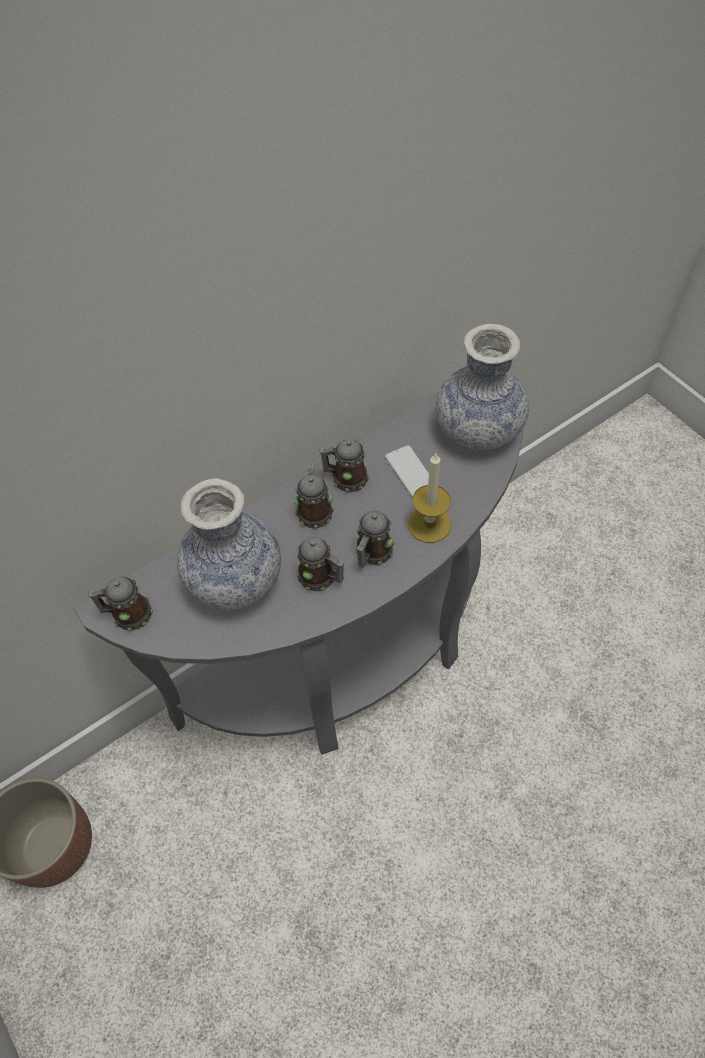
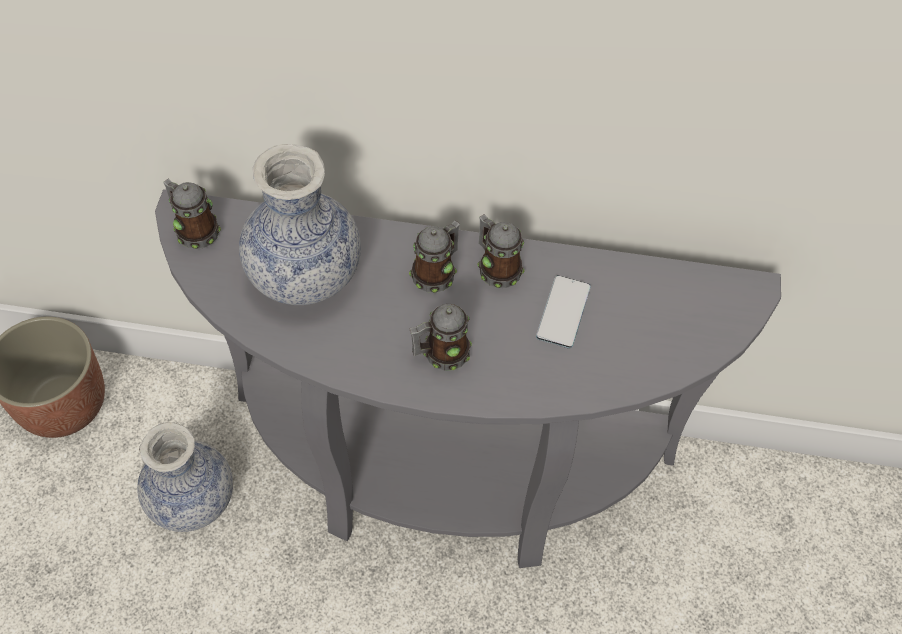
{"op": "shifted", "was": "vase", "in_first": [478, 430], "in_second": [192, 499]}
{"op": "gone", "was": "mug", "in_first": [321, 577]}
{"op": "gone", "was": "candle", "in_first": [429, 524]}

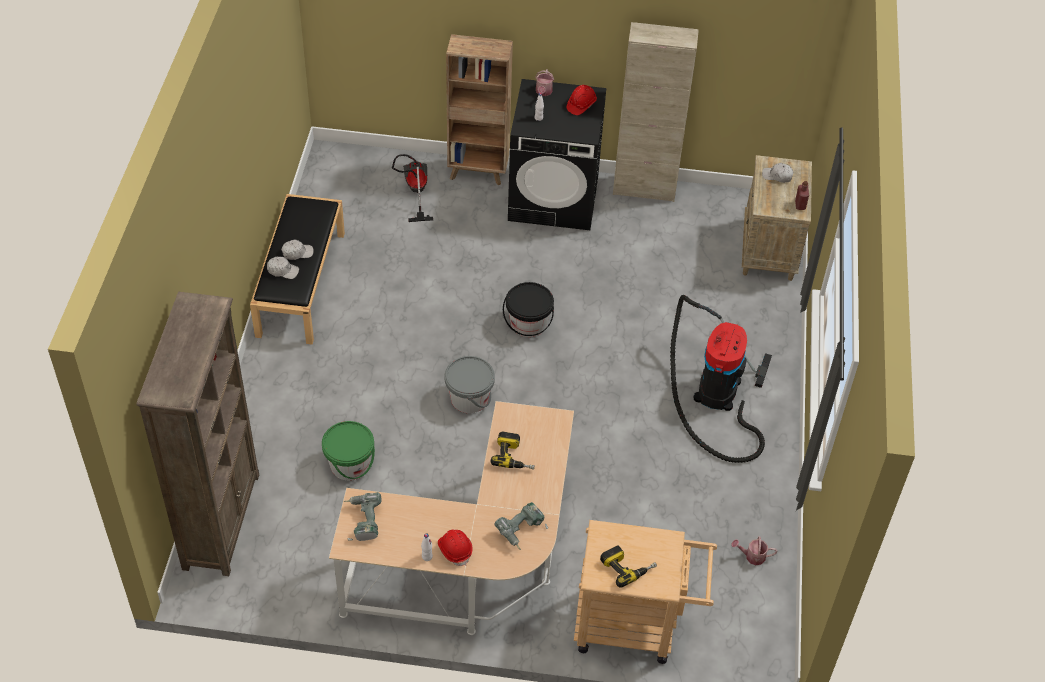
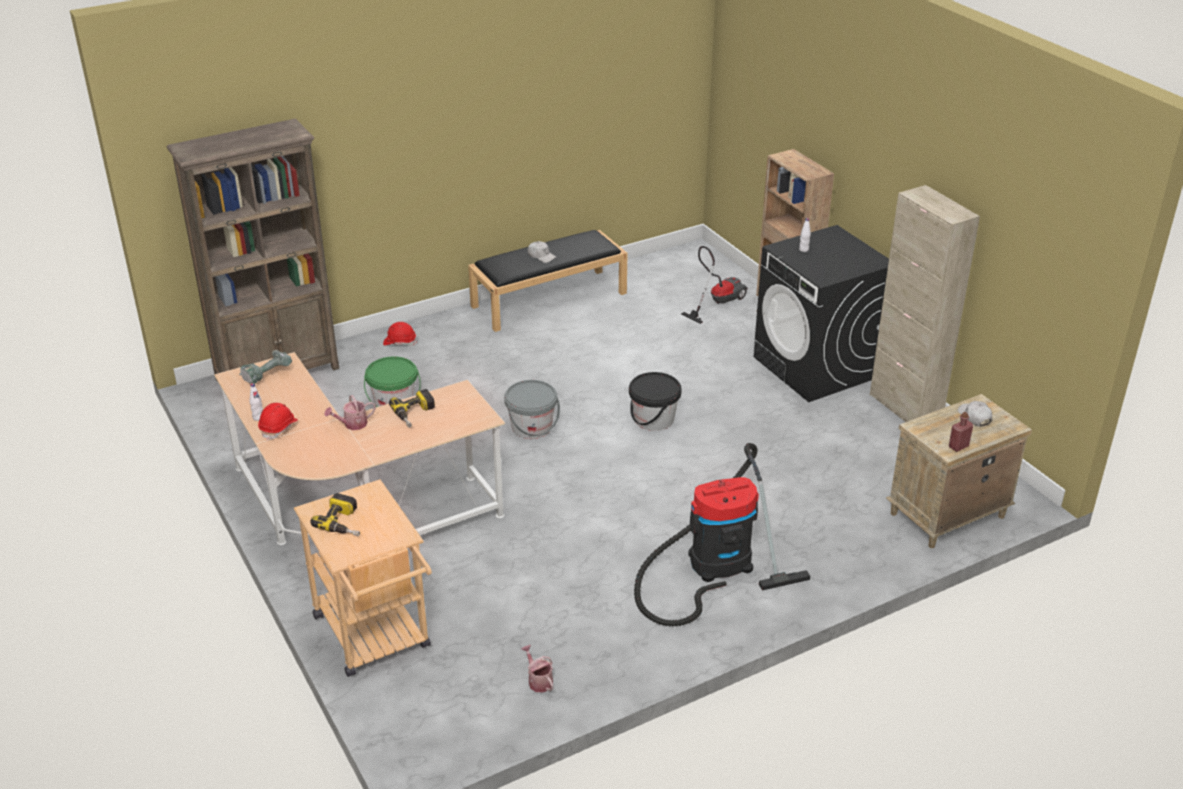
{"op": "shifted", "was": "watering can", "in_first": [543, 92], "in_second": [352, 424]}
{"op": "shifted", "was": "red hard hat", "in_first": [581, 105], "in_second": [400, 342]}
{"op": "gone", "was": "white cap", "in_first": [283, 271]}
{"op": "gone", "was": "power drill", "in_first": [522, 531]}

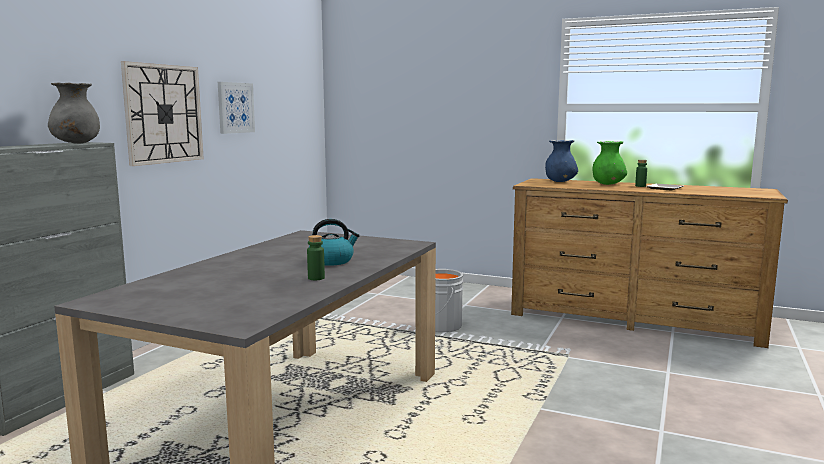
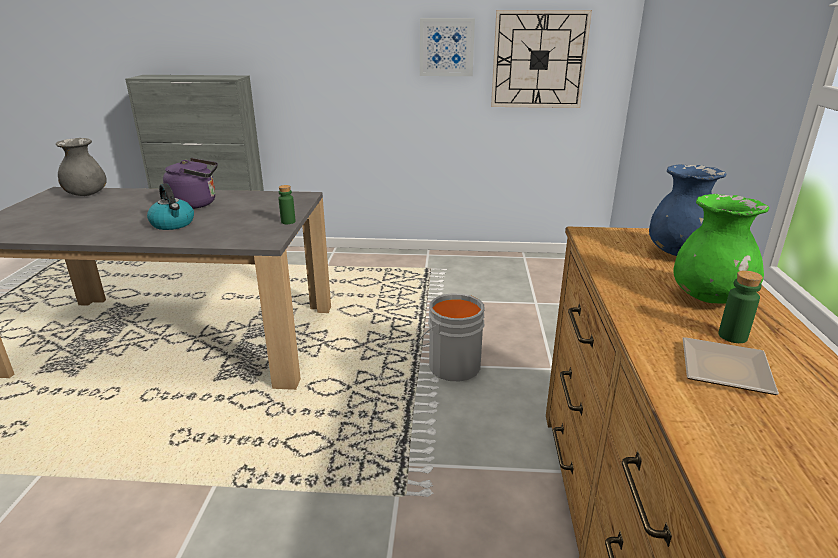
{"op": "shifted", "was": "grey vase", "in_first": [76, 143], "in_second": [86, 194]}
{"op": "new", "now": "purple kettle", "in_second": [197, 204]}
{"op": "shifted", "was": "green bottle", "in_first": [316, 278], "in_second": [288, 222]}
{"op": "shifted", "was": "wall clock", "in_first": [163, 114], "in_second": [539, 60]}

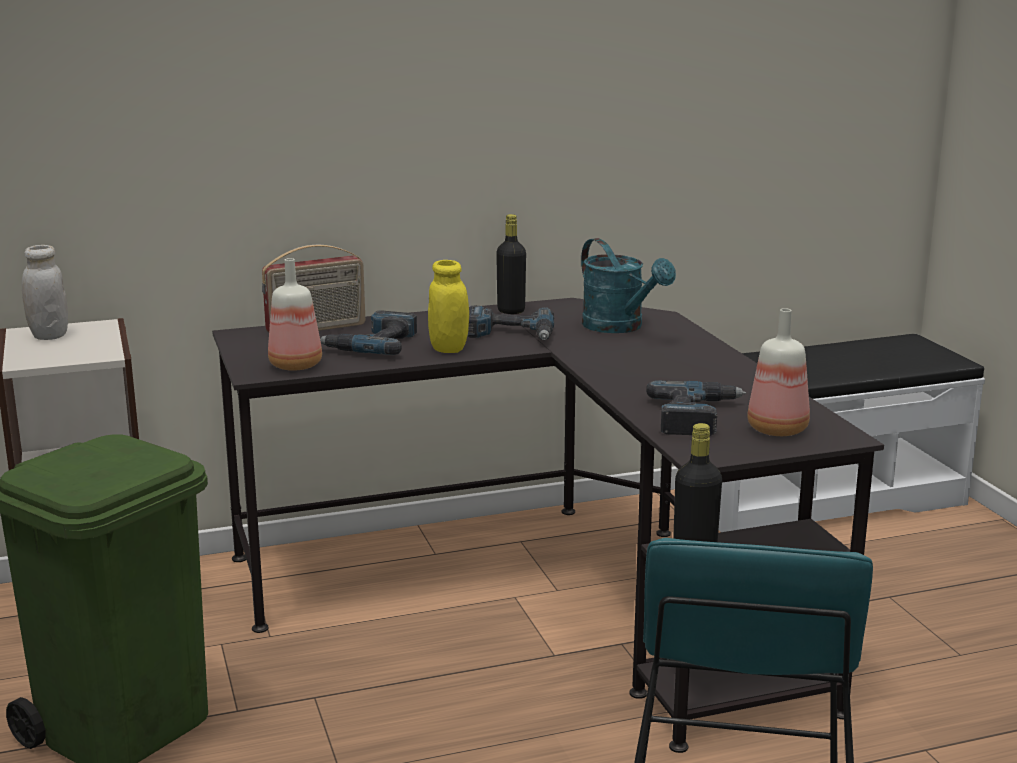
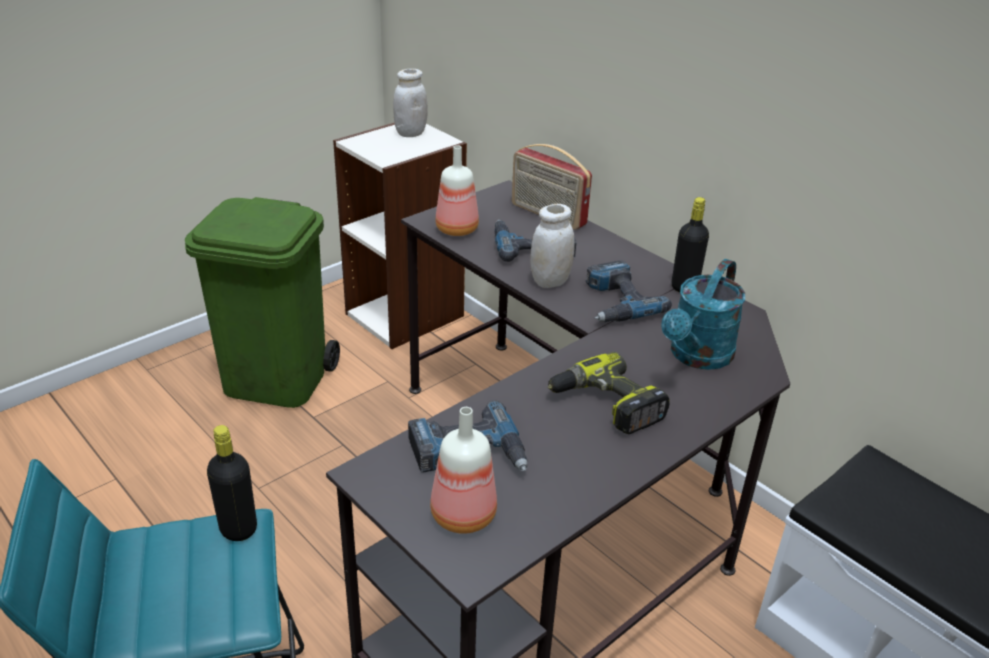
{"op": "repainted", "was": "yellow jar", "now": "white jar", "in_first": [448, 348], "in_second": [550, 281]}
{"op": "new", "now": "power drill", "in_second": [605, 405]}

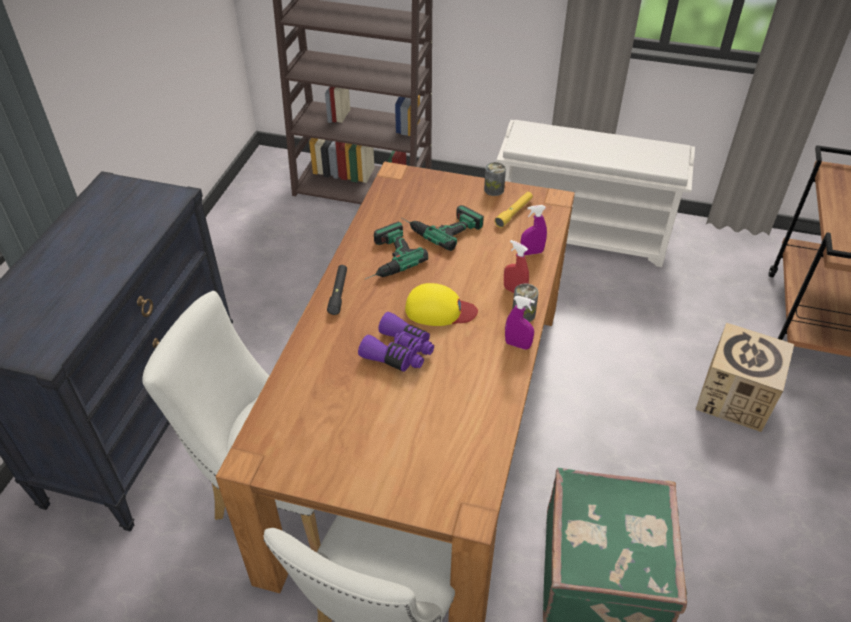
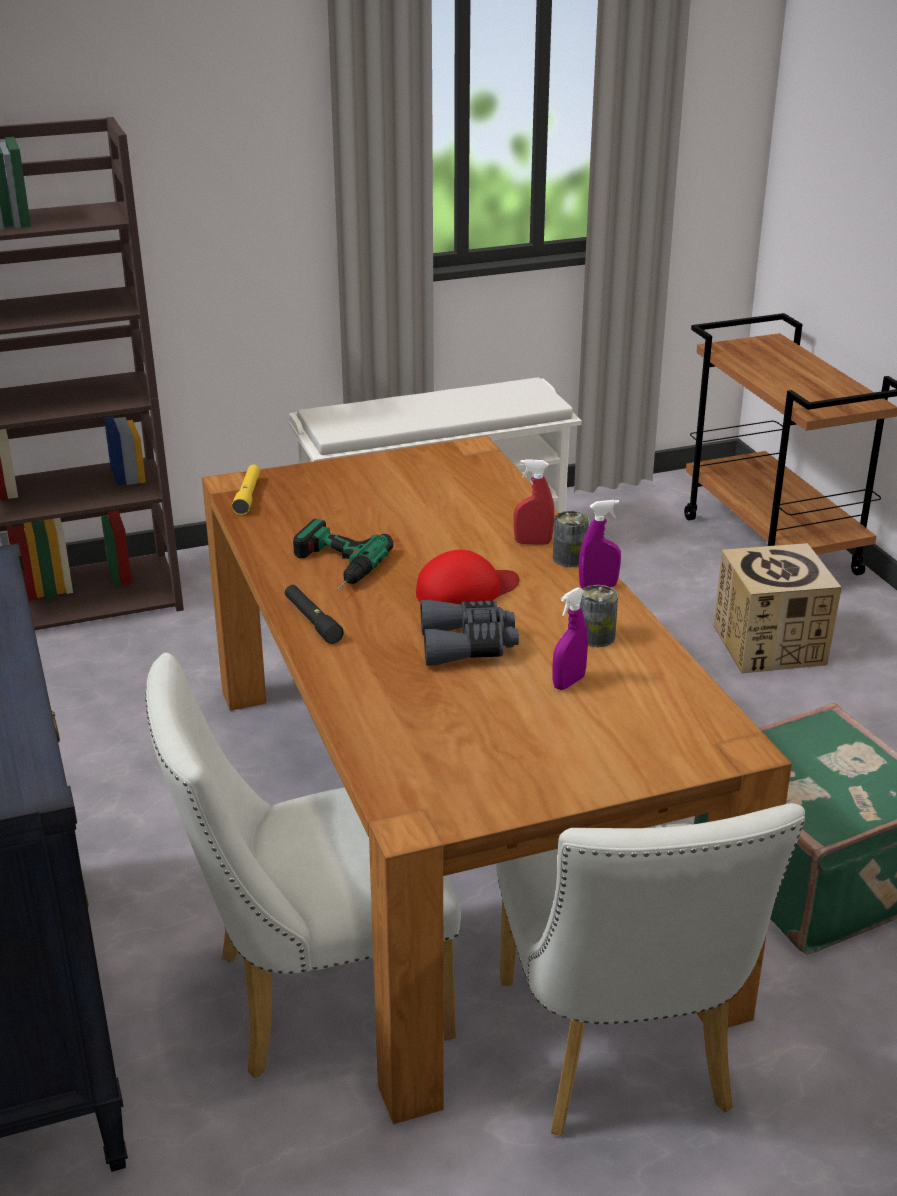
{"op": "shifted", "was": "yellow flashlight", "in_first": [514, 213], "in_second": [248, 495]}
{"op": "repainted", "was": "yellow cap", "now": "red cap", "in_first": [439, 310], "in_second": [466, 590]}
{"op": "repainted", "was": "purple binoculars", "now": "grey binoculars", "in_first": [399, 352], "in_second": [468, 645]}
{"op": "shifted", "was": "purple spray bottle", "in_first": [531, 252], "in_second": [568, 682]}
{"op": "shifted", "was": "can", "in_first": [494, 190], "in_second": [596, 637]}
{"op": "gone", "was": "power drill", "in_first": [440, 226]}

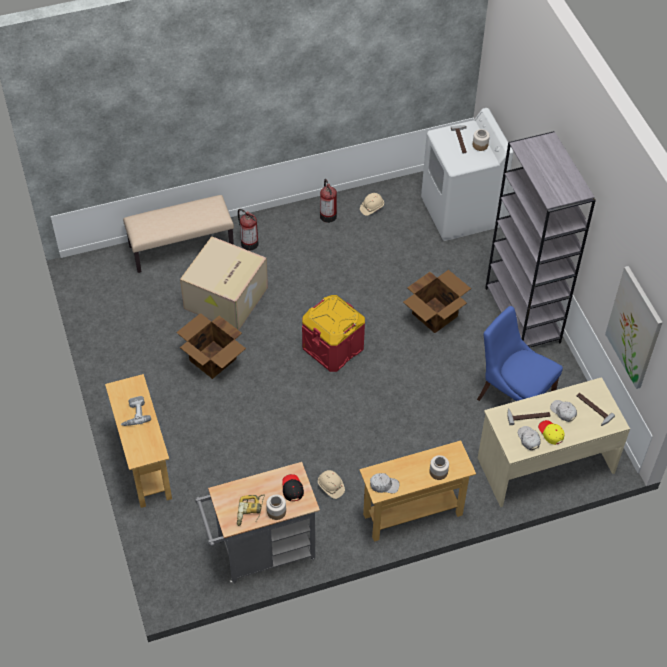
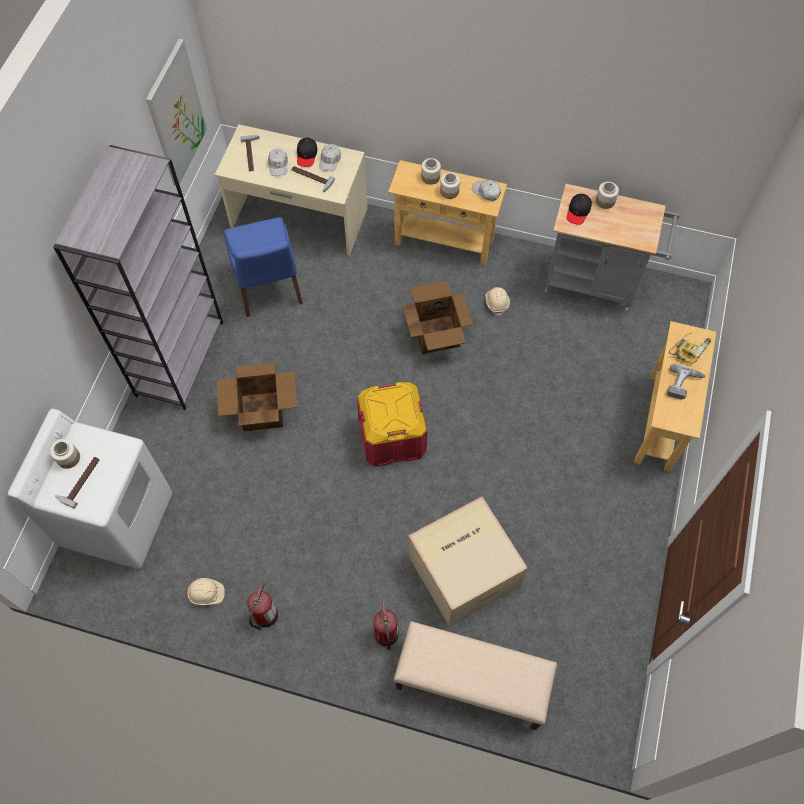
{"op": "repainted", "was": "yellow cap", "now": "black cap", "in_first": [550, 433], "in_second": [307, 155]}
{"op": "shifted", "was": "cardboard box", "in_first": [213, 360], "in_second": [436, 334]}
{"op": "new", "now": "jar", "in_second": [449, 191]}
{"op": "shifted", "was": "power drill", "in_first": [250, 512], "in_second": [689, 349]}

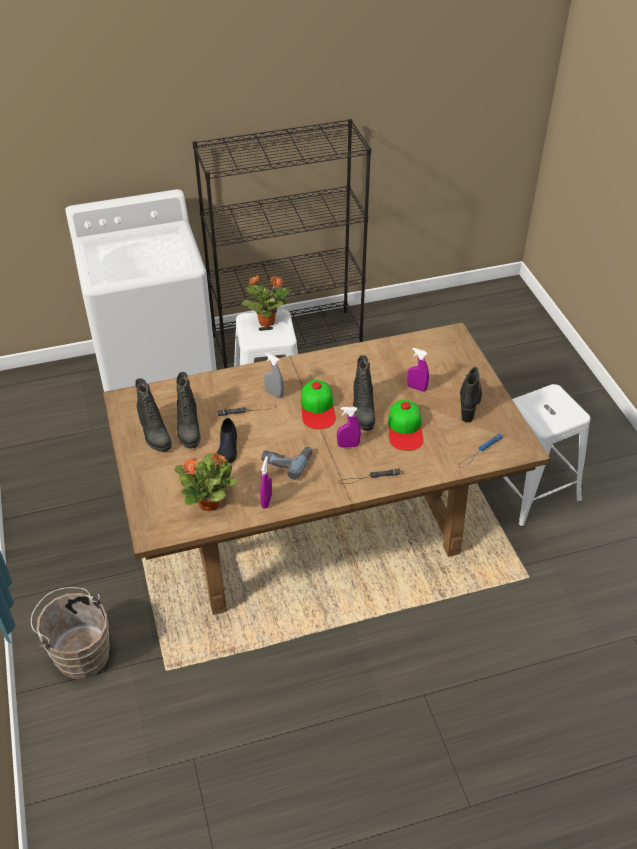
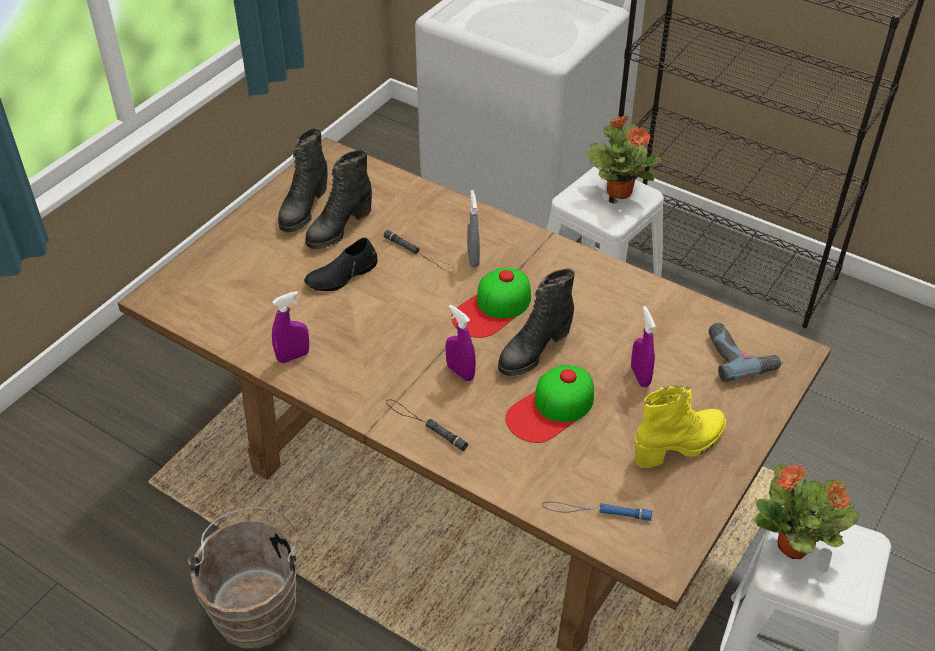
{"op": "shifted", "was": "brown bucket", "in_first": [80, 652], "in_second": [257, 607]}
{"op": "repainted", "was": "black boot", "now": "yellow boot", "in_first": [469, 402], "in_second": [680, 446]}
{"op": "shifted", "was": "power drill", "in_first": [286, 460], "in_second": [739, 356]}
{"op": "shifted", "was": "potted plant", "in_first": [210, 503], "in_second": [795, 546]}

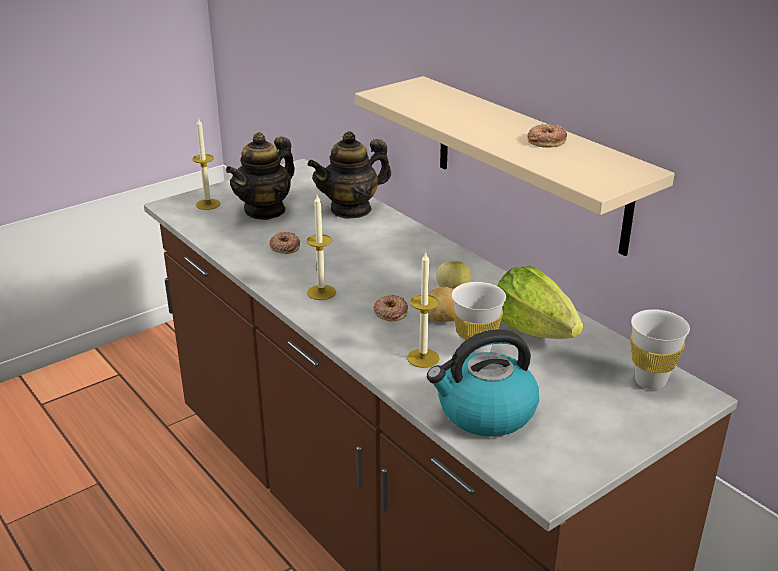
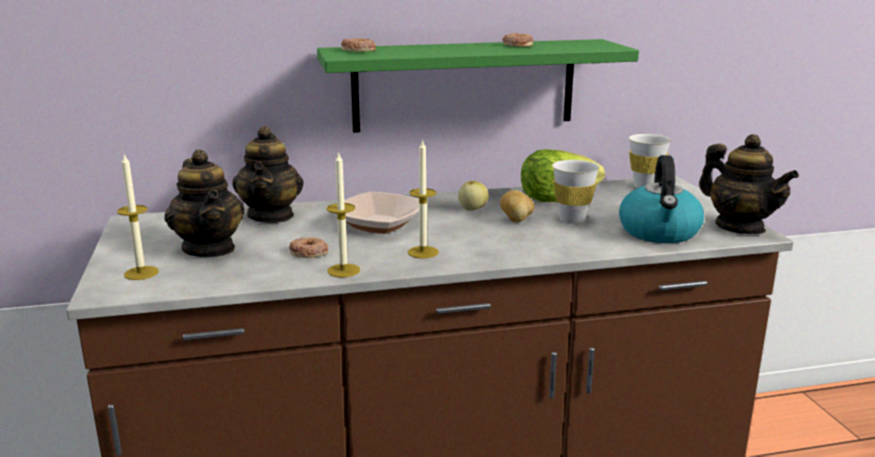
{"op": "repainted", "was": "beige shelf", "now": "green shelf", "in_first": [529, 163], "in_second": [464, 85]}
{"op": "shifted", "was": "candle", "in_first": [423, 358], "in_second": [343, 270]}
{"op": "new", "now": "bowl", "in_second": [379, 224]}
{"op": "shifted", "was": "donut", "in_first": [390, 312], "in_second": [358, 50]}
{"op": "new", "now": "teapot", "in_second": [739, 227]}

